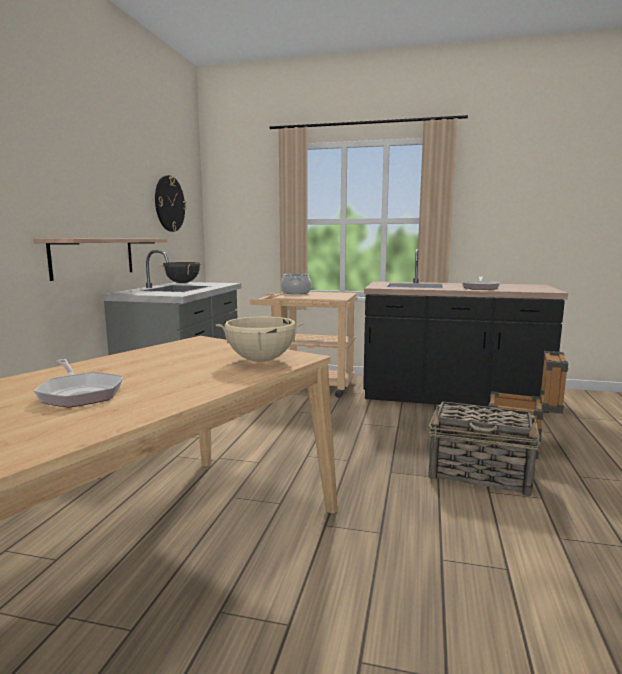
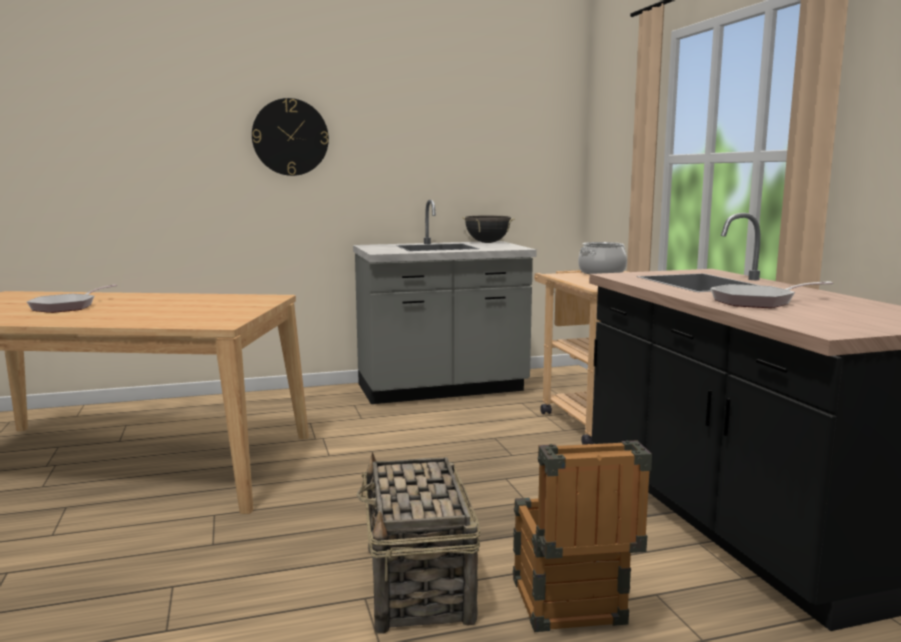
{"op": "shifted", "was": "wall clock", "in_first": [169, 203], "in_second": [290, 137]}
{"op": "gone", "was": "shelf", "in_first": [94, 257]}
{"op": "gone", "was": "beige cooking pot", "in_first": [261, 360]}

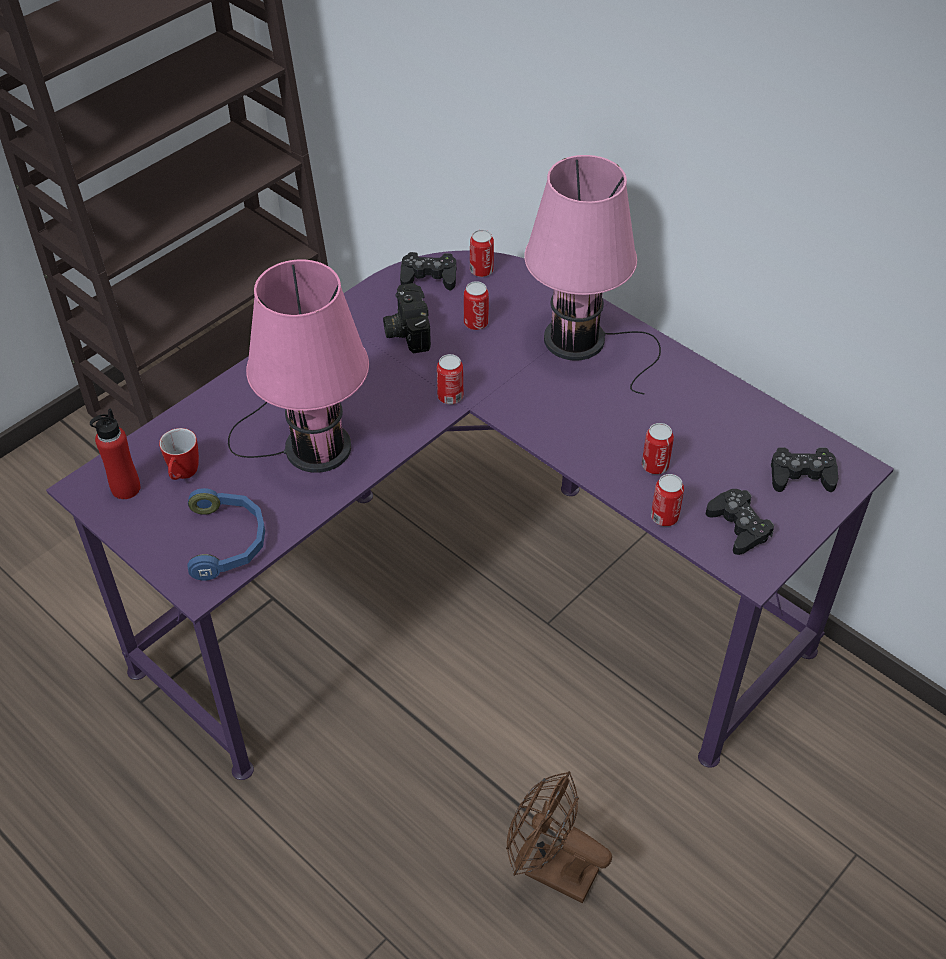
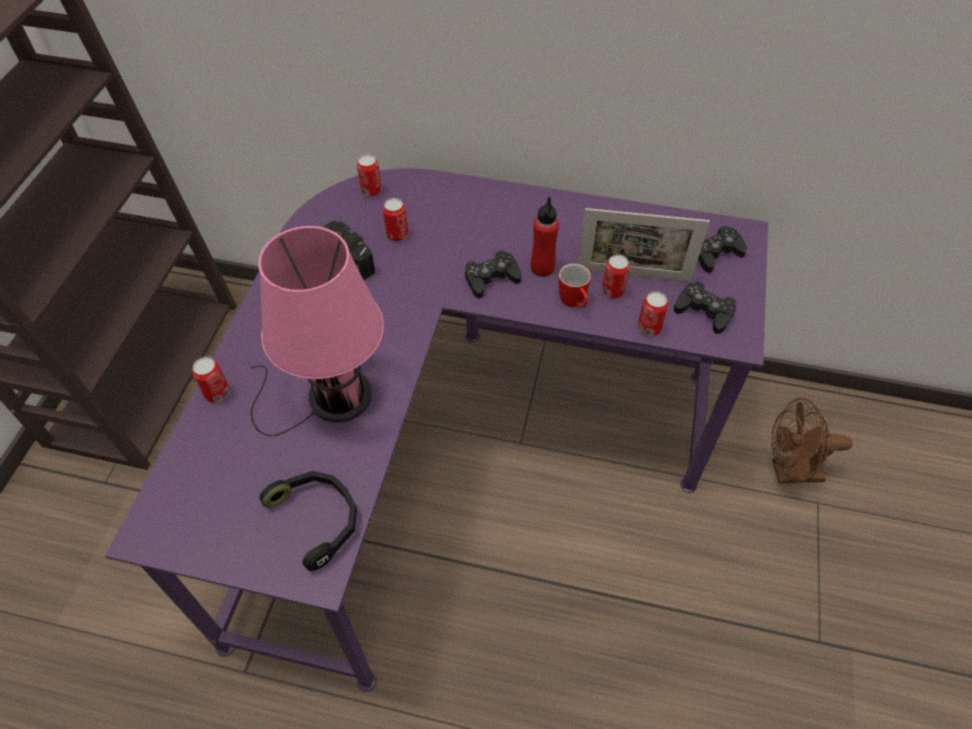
{"op": "shifted", "was": "can", "in_first": [450, 396], "in_second": [217, 393]}
{"op": "repainted", "was": "blue headphones", "now": "black headphones", "in_first": [228, 541], "in_second": [318, 519]}
{"op": "shifted", "was": "black game controller", "in_first": [429, 277], "in_second": [491, 278]}
{"op": "shifted", "was": "red bottle", "in_first": [125, 488], "in_second": [542, 268]}
{"op": "shifted", "was": "mug", "in_first": [182, 475], "in_second": [574, 304]}
{"op": "new", "now": "picture frame", "in_second": [633, 275]}
{"op": "shifted", "was": "brown fan", "in_first": [550, 869], "in_second": [789, 472]}
{"op": "gone", "was": "pink table lamp", "in_first": [581, 342]}

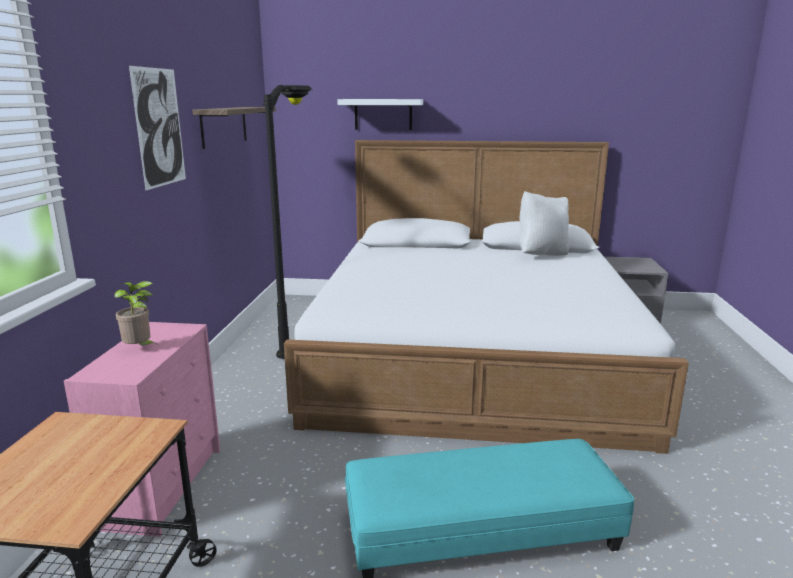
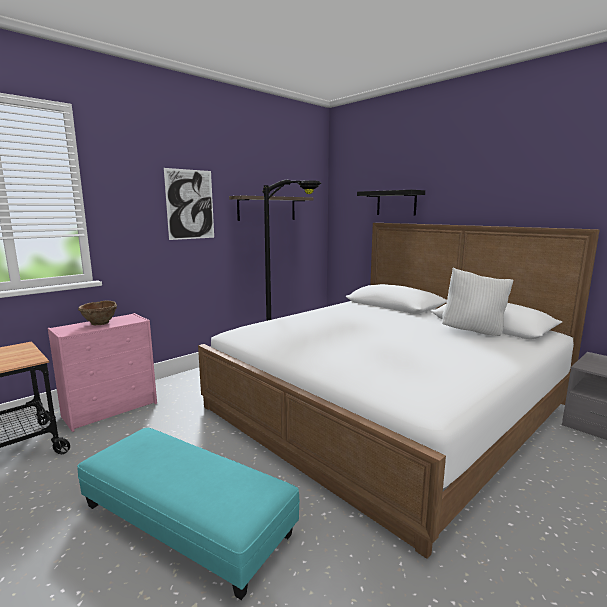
{"op": "swapped", "was": "potted plant", "now": "brown bowl", "in_first": [140, 349], "in_second": [100, 323]}
{"op": "repainted", "was": "white shelf", "now": "black shelf", "in_first": [383, 114], "in_second": [396, 203]}

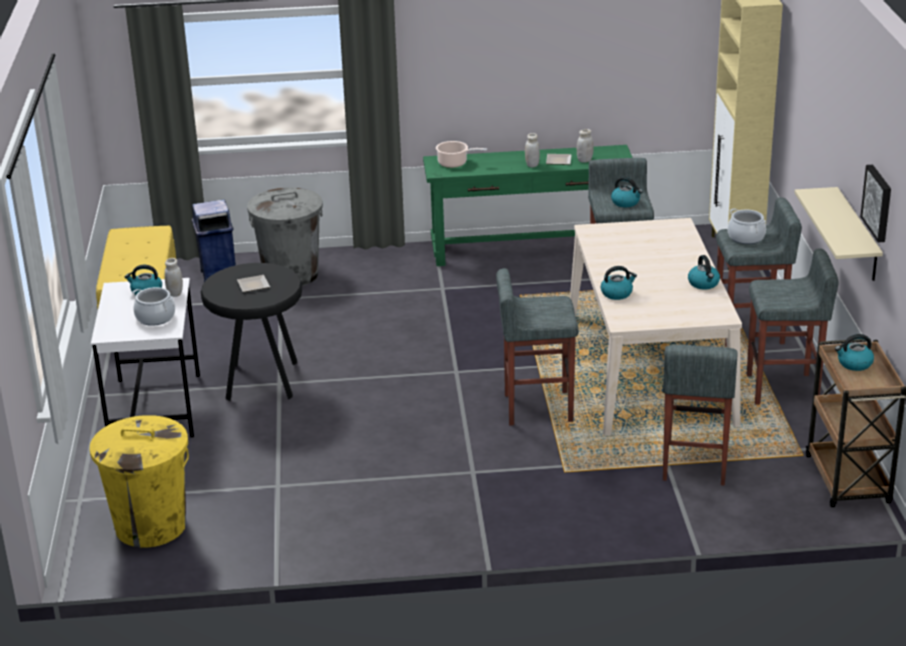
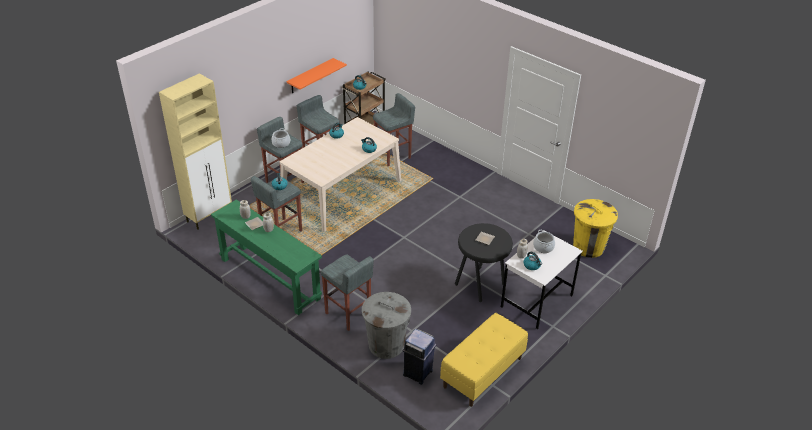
{"op": "repainted", "was": "beige shelf", "now": "orange shelf", "in_first": [857, 235], "in_second": [310, 76]}
{"op": "shifted", "was": "grey stool", "in_first": [536, 408], "in_second": [348, 314]}
{"op": "gone", "was": "cooking pot", "in_first": [454, 163]}
{"op": "gone", "was": "picture", "in_first": [878, 203]}

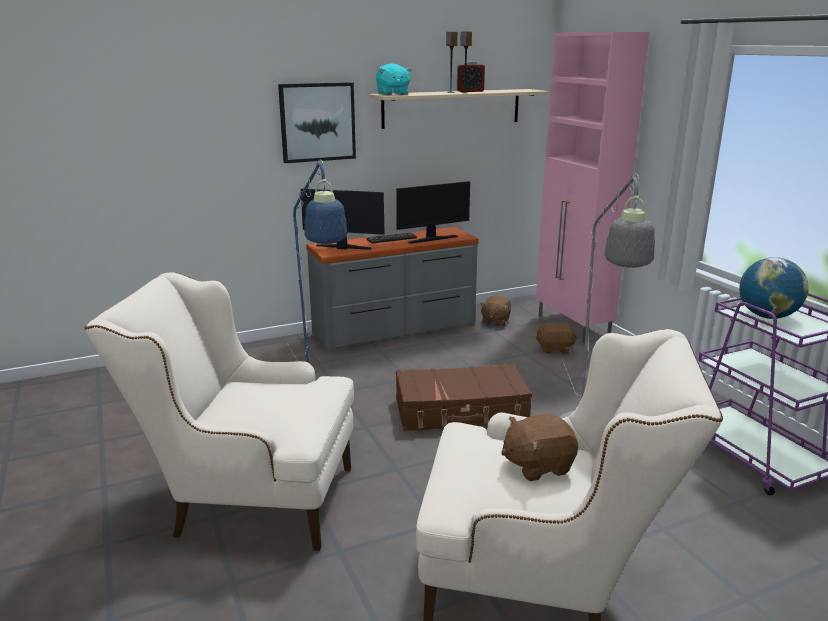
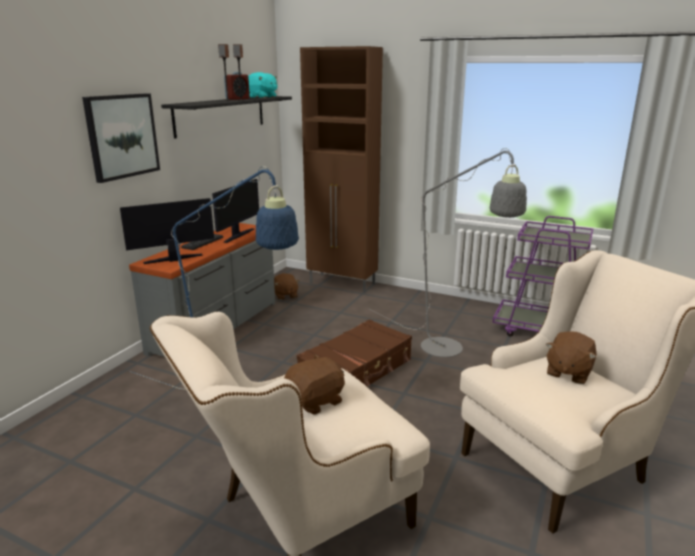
{"op": "repainted", "was": "beige shelf", "now": "black shelf", "in_first": [452, 108], "in_second": [221, 115]}
{"op": "shifted", "was": "turquoise plush toy", "in_first": [392, 94], "in_second": [262, 97]}
{"op": "shifted", "was": "brown plush toy", "in_first": [554, 349], "in_second": [316, 401]}
{"op": "repainted", "was": "pink cabinet", "now": "brown cabinet", "in_first": [573, 327], "in_second": [342, 283]}
{"op": "gone", "was": "globe", "in_first": [767, 317]}

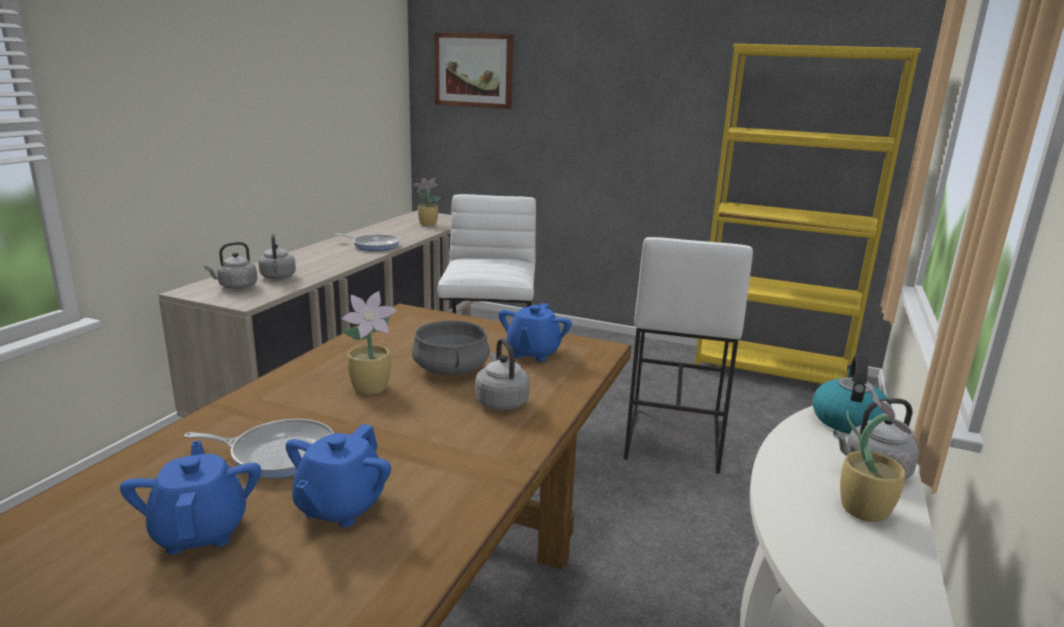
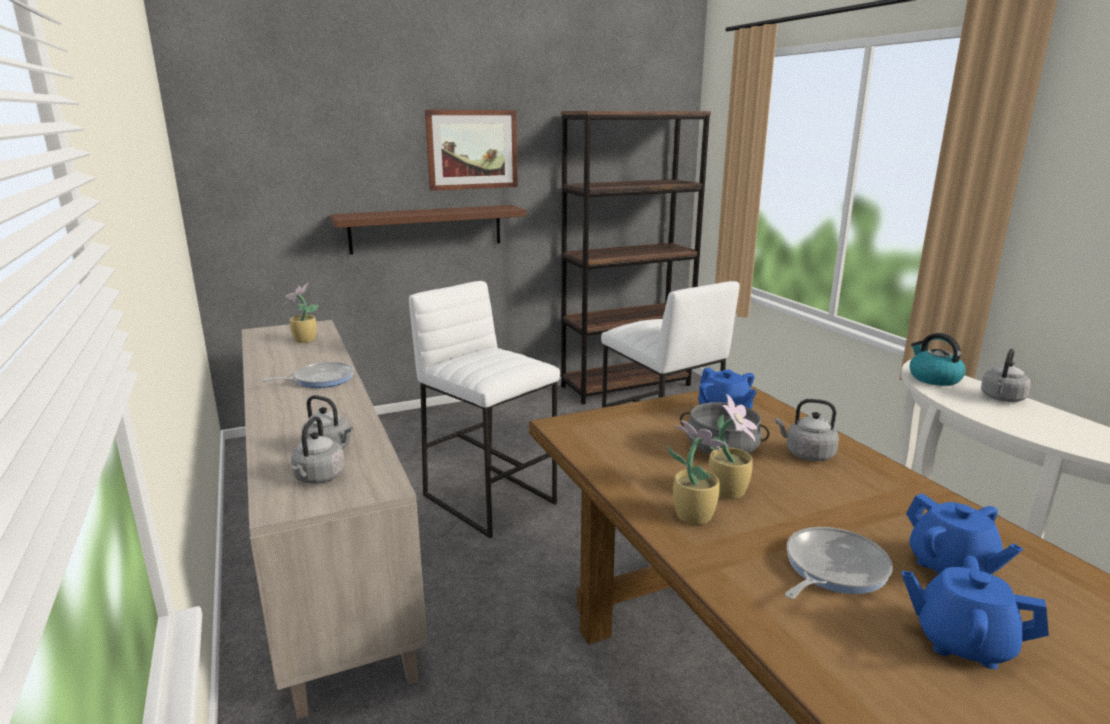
{"op": "new", "now": "brown shelf", "in_second": [426, 229]}
{"op": "shifted", "was": "picture", "in_first": [474, 70], "in_second": [472, 149]}
{"op": "repainted", "was": "yellow bookcase", "now": "brown bookcase", "in_first": [770, 371], "in_second": [626, 386]}
{"op": "shifted", "was": "potted plant", "in_first": [864, 509], "in_second": [692, 515]}

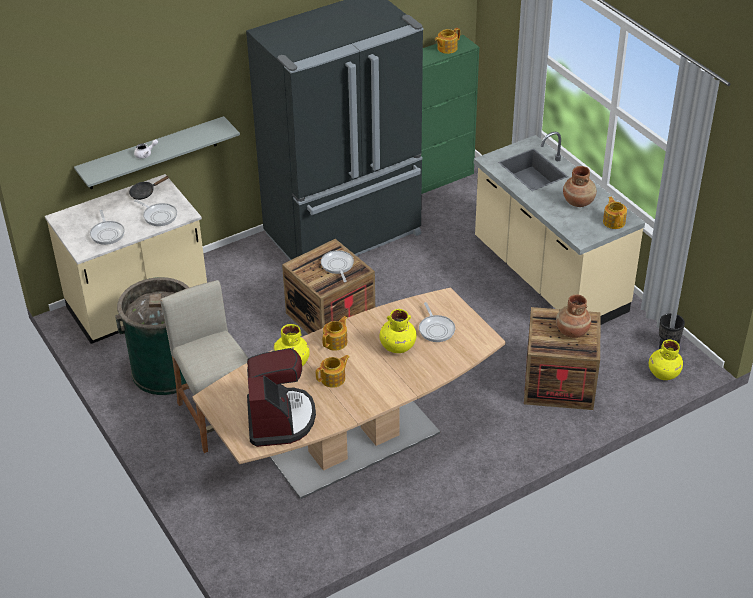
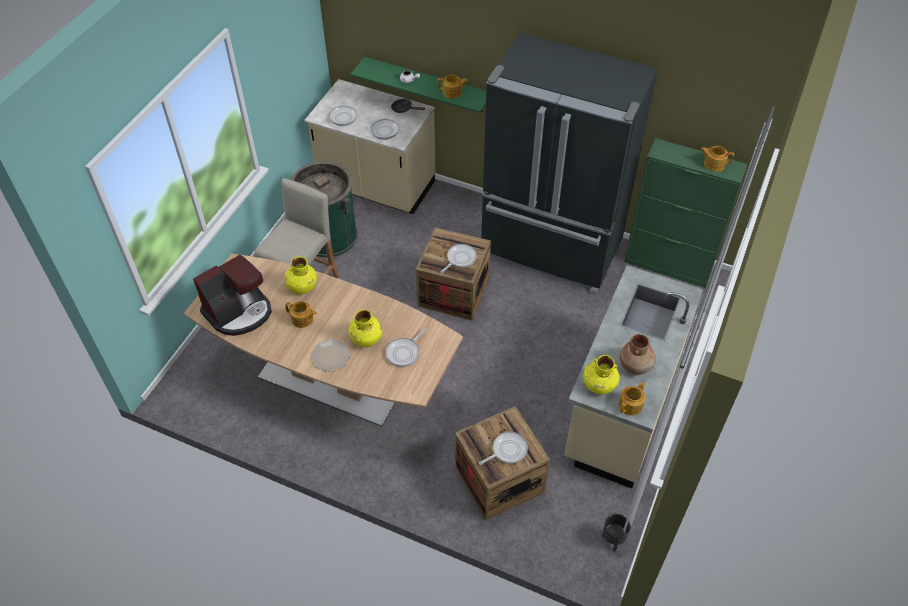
{"op": "new", "now": "plate", "in_second": [331, 355]}
{"op": "repainted", "was": "grey shelf", "now": "green shelf", "in_first": [152, 153], "in_second": [427, 85]}
{"op": "shifted", "was": "teapot", "in_first": [336, 342], "in_second": [452, 93]}
{"op": "swapped", "was": "brown vase", "now": "frying pan", "in_first": [572, 331], "in_second": [507, 450]}
{"op": "shifted", "was": "yellow vase", "in_first": [663, 373], "in_second": [599, 384]}

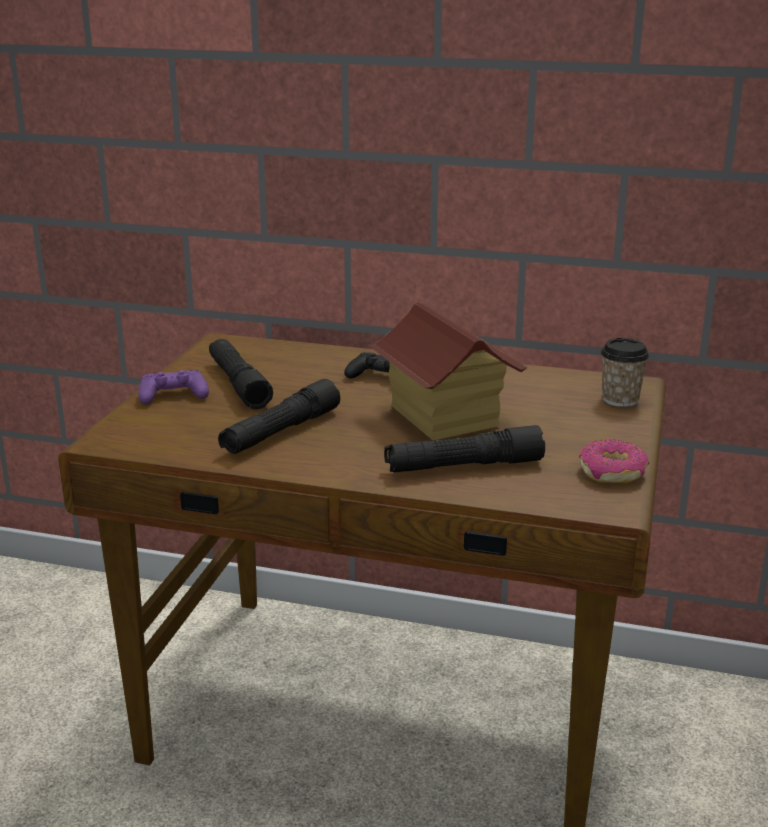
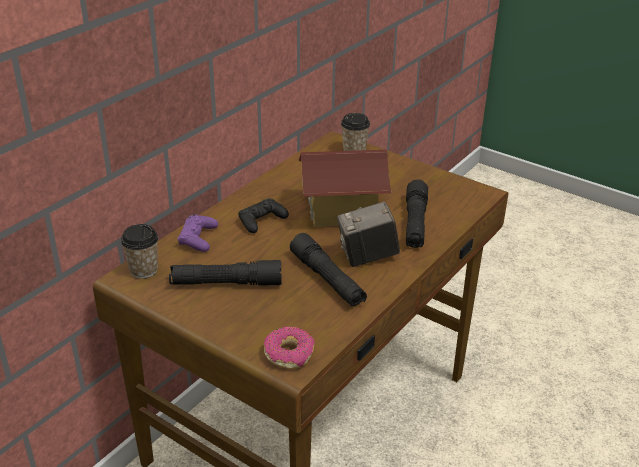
{"op": "new", "now": "cup", "in_second": [143, 270]}
{"op": "shifted", "was": "purple game controller", "in_first": [173, 395], "in_second": [198, 238]}
{"op": "shifted", "was": "donut", "in_first": [613, 472], "in_second": [289, 354]}
{"op": "new", "now": "photo camera", "in_second": [367, 257]}

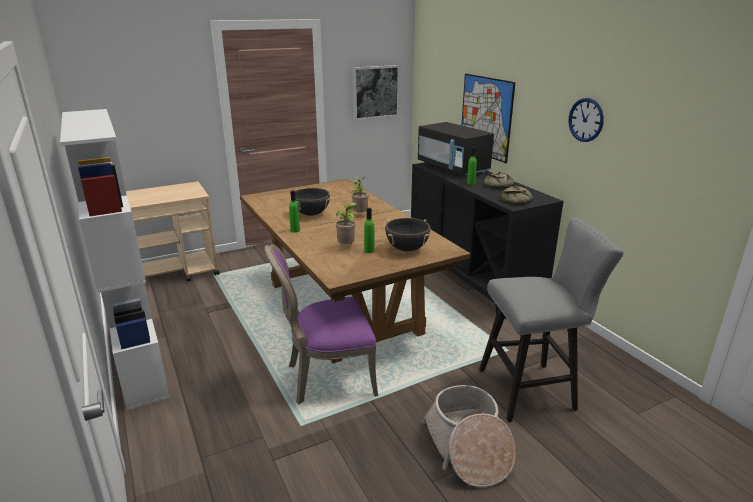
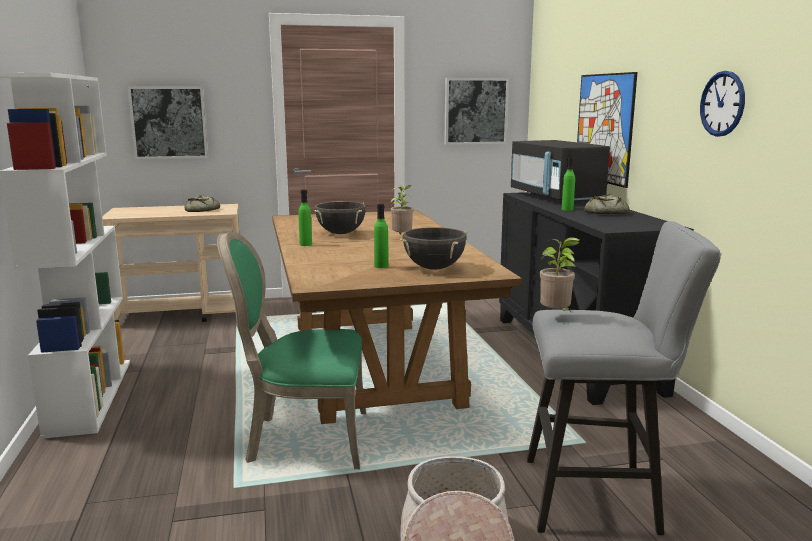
{"op": "new", "now": "picture", "in_second": [169, 122]}
{"op": "shifted", "was": "bread", "in_first": [517, 200], "in_second": [202, 210]}
{"op": "repainted", "was": "purple chair", "now": "green chair", "in_first": [327, 378], "in_second": [303, 440]}
{"op": "shifted", "was": "potted plant", "in_first": [347, 246], "in_second": [556, 315]}

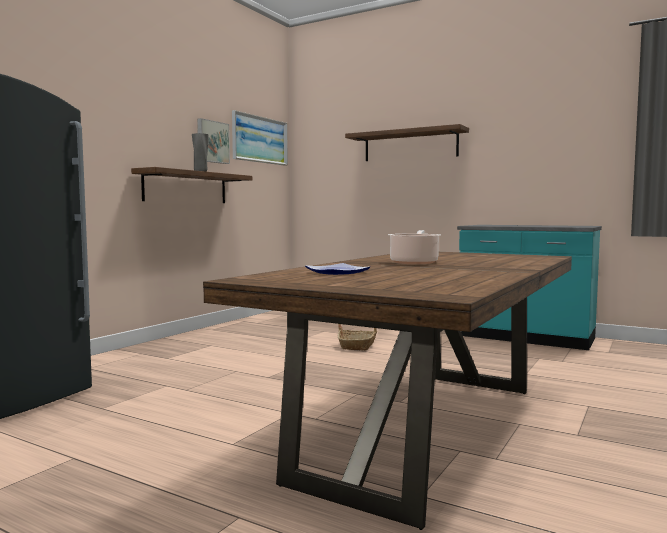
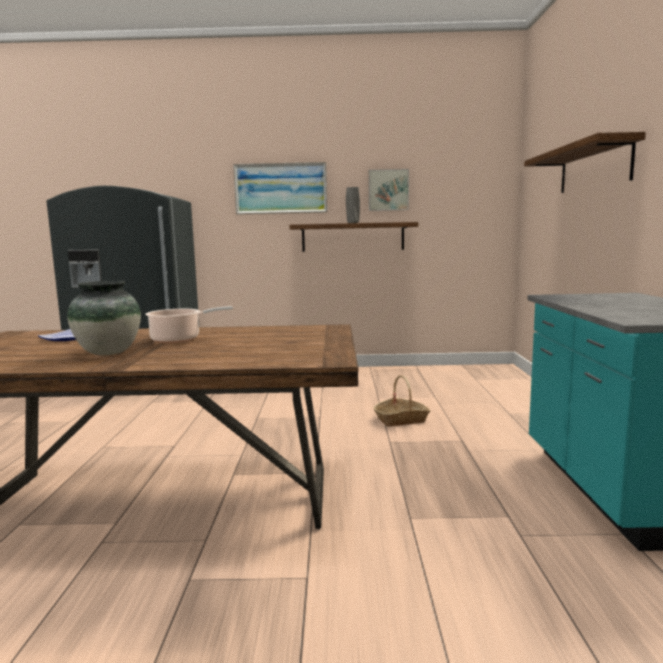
{"op": "new", "now": "vase", "in_second": [109, 352]}
{"op": "shifted", "was": "picture", "in_first": [260, 139], "in_second": [281, 188]}

